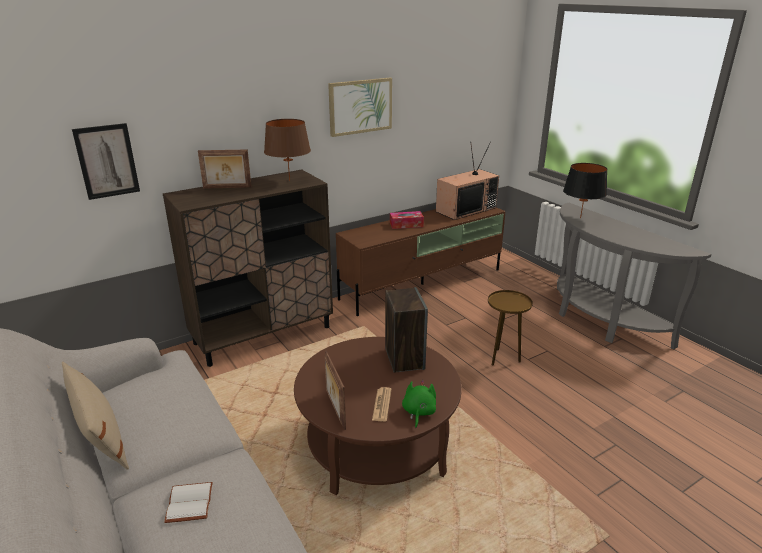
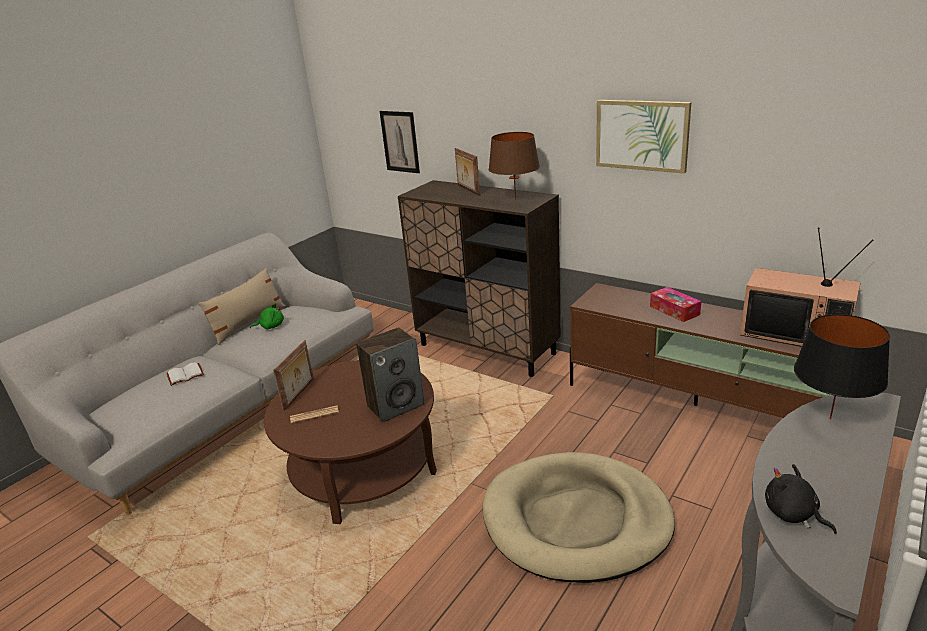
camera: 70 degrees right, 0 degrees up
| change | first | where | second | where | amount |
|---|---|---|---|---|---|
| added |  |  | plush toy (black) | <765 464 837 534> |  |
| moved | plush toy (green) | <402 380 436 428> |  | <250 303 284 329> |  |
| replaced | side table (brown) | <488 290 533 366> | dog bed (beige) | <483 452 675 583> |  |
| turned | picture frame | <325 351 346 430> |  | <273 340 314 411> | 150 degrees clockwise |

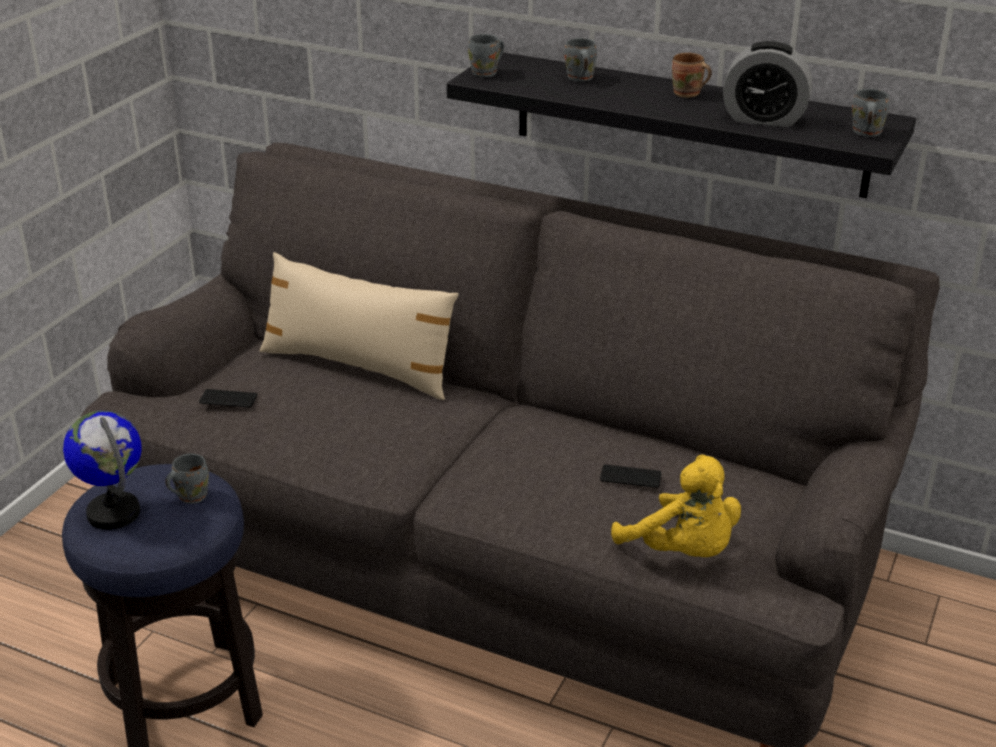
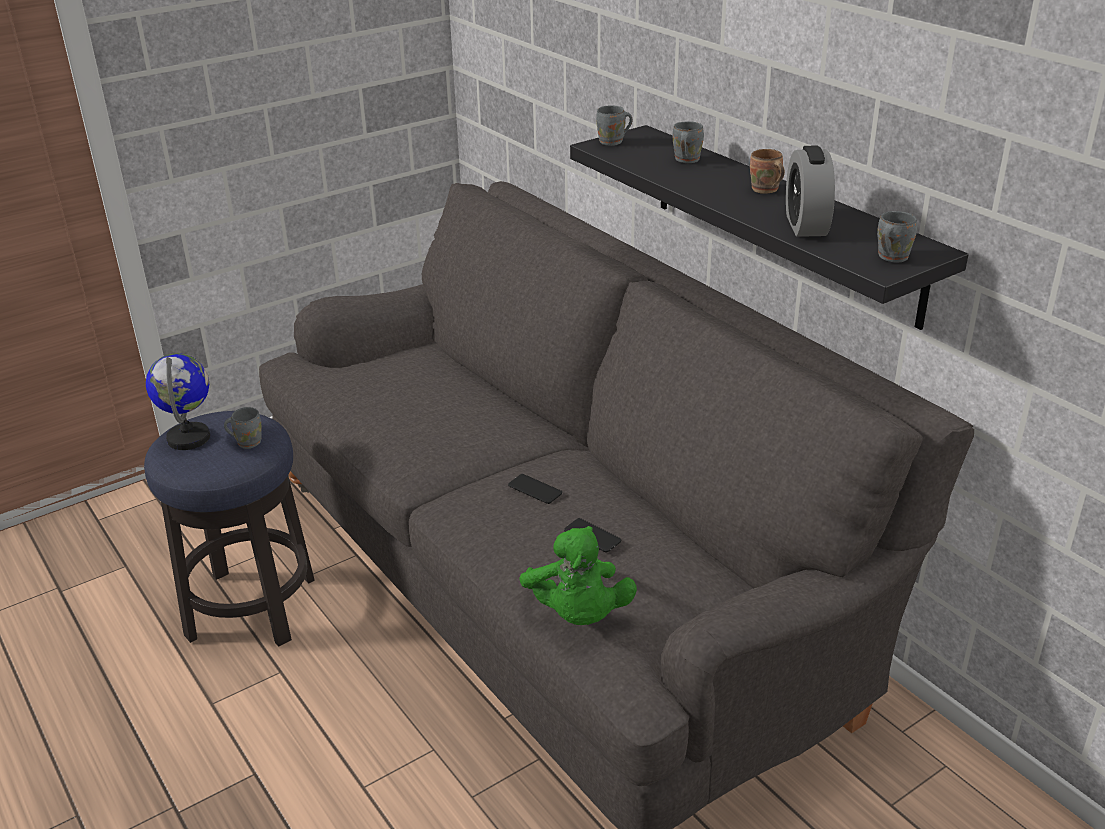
camera: 30 degrees right, 0 degrees up
| change | first | where | second | where | amount |
|---|---|---|---|---|---|
| removed | pillow (beige) | <260 252 459 400> |  |  |  |
| moved | phone | <199 389 257 408> |  | <508 474 562 504> |  |
| recoloured | plush toy (yellow) | <611 454 741 557> | plush toy (green) | <519 526 637 625> |  |
| turned | alarm clock | <723 41 812 127> |  | <786 146 835 237> | 45 degrees clockwise |

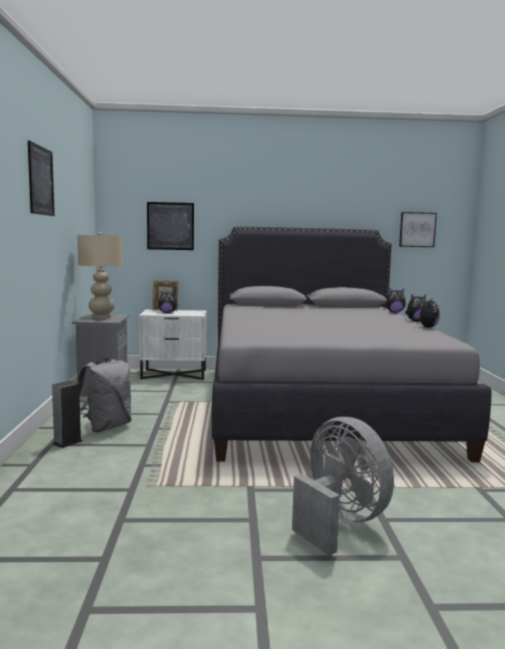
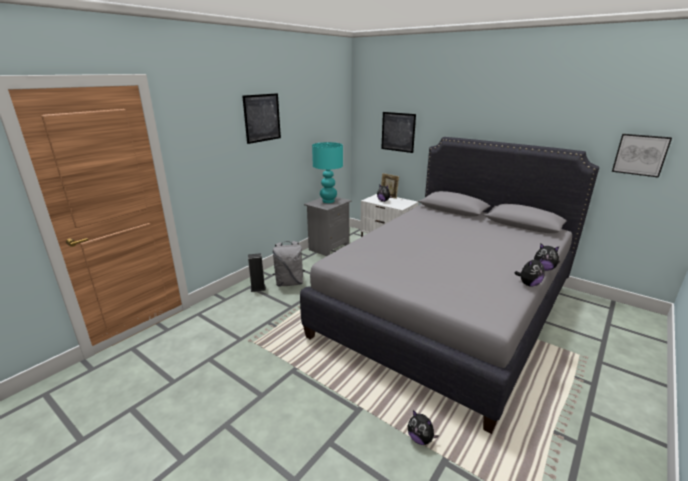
camera: 40 degrees right, 15 degrees up
| change | first | where | second | where | amount |
|---|---|---|---|---|---|
| removed | fan (grey) | <292 417 394 556> |  |  |  |
| moved | plush toy | <386 289 406 313> |  | <408 410 439 445> |  |
| recoloured | table lamp (beige) | <77 232 123 319> | table lamp (turquoise) | <312 142 343 203> |  |

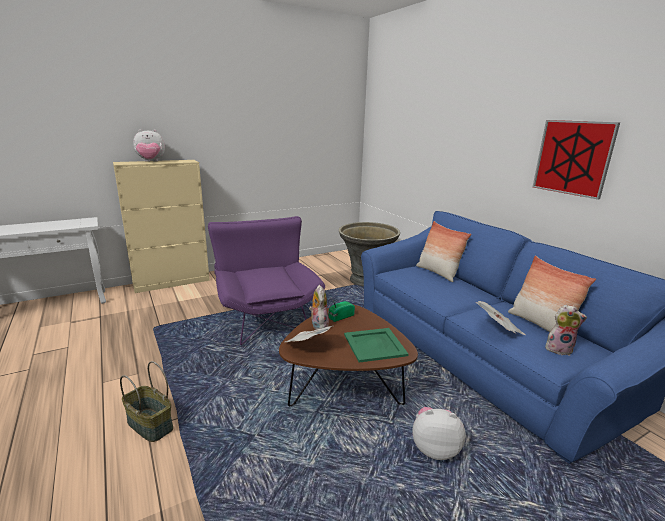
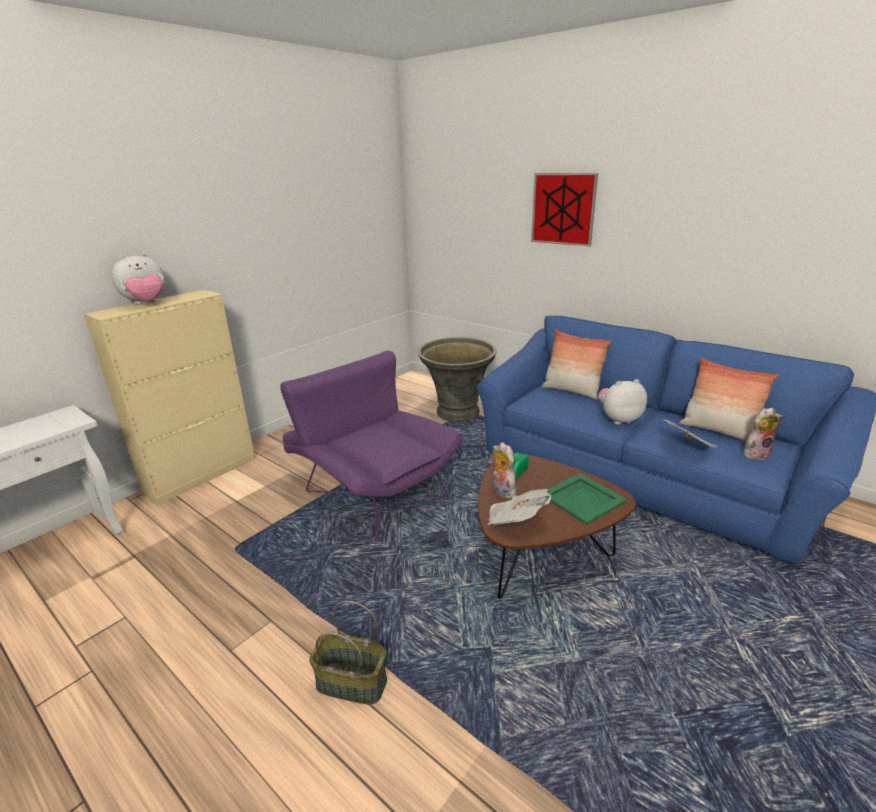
camera: 20 degrees left, 5 degrees up
| change | first | where | second | where | amount |
|---|---|---|---|---|---|
| moved | plush toy | <412 407 466 460> |  | <598 379 647 425> |  |
| moved | picture | <533 120 620 200> |  | <531 173 598 247> |  |

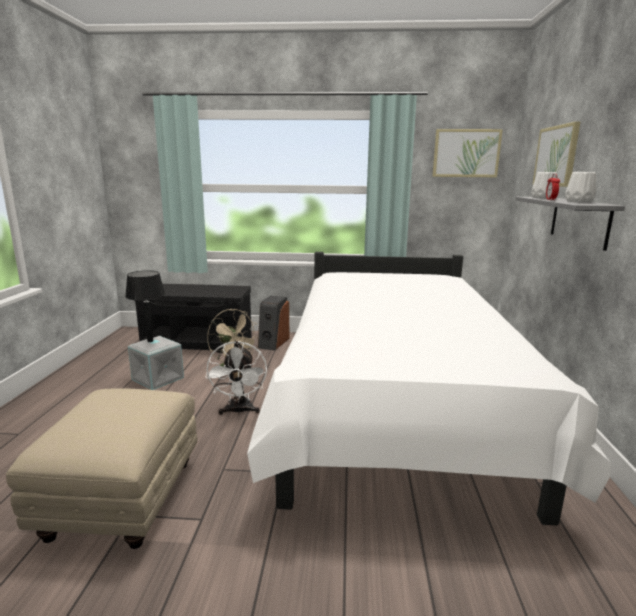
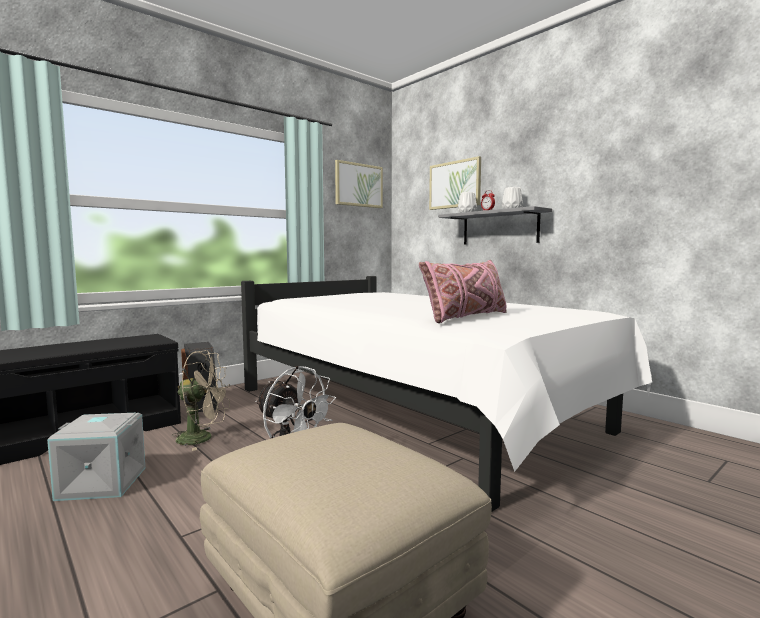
camera: 45 degrees left, 10 degrees down
| change | first | where | second | where | amount |
|---|---|---|---|---|---|
| removed | table lamp (black) | <125 271 165 342> |  |  |  |
| added |  |  | pillow (pink) | <419 260 507 323> |  |

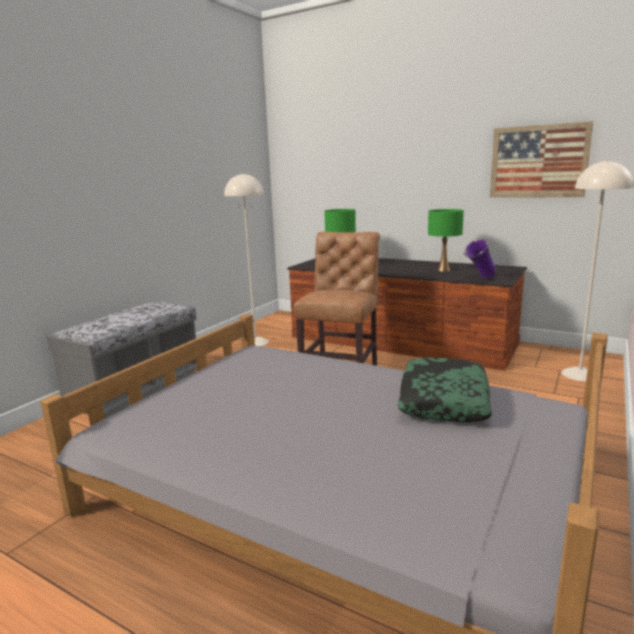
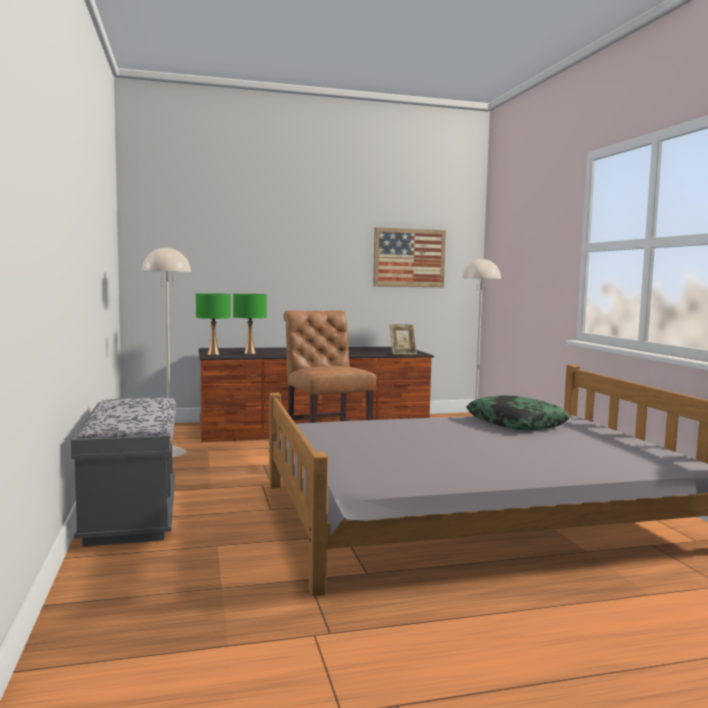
camera: 45 degrees left, 10 degrees down
| change | first | where | second | where | amount |
|---|---|---|---|---|---|
| moved | table lamp (green) | <428 209 464 272> |  | <196 293 231 355> |  |
| replaced | vase (purple) | <464 239 497 279> | picture frame | <390 324 417 355> |  |

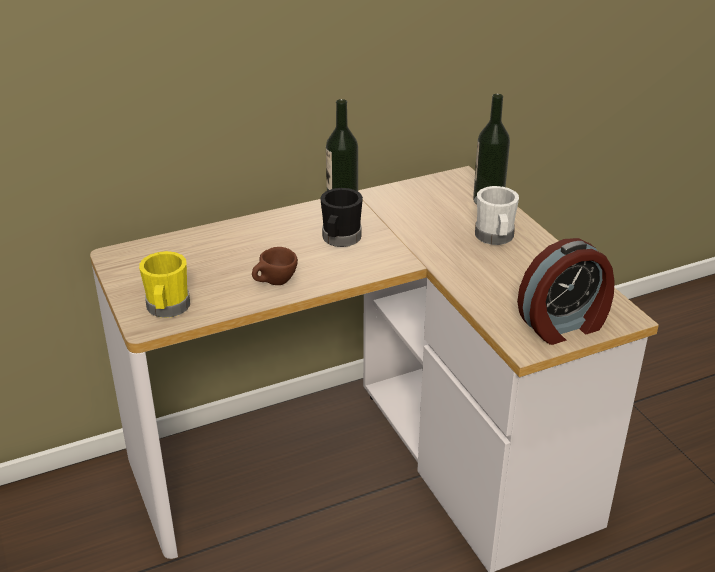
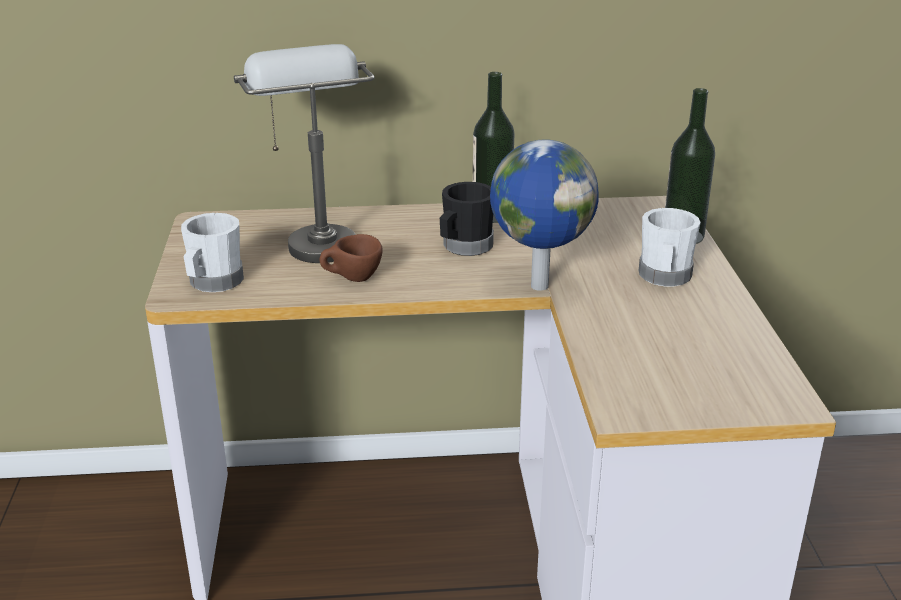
camera: 20 degrees right, 5 degrees down
| change | first | where | second | where | amount |
|---|---|---|---|---|---|
| removed | alarm clock | <517 238 615 345> |  |  |  |
| added |  |  | table lamp (grey) | <234 44 375 263> |  |
| added |  |  | globe | <490 139 599 291> |  |
| recoloured | mug (yellow) | <139 251 190 318> | mug (white) | <181 213 244 292> |  |

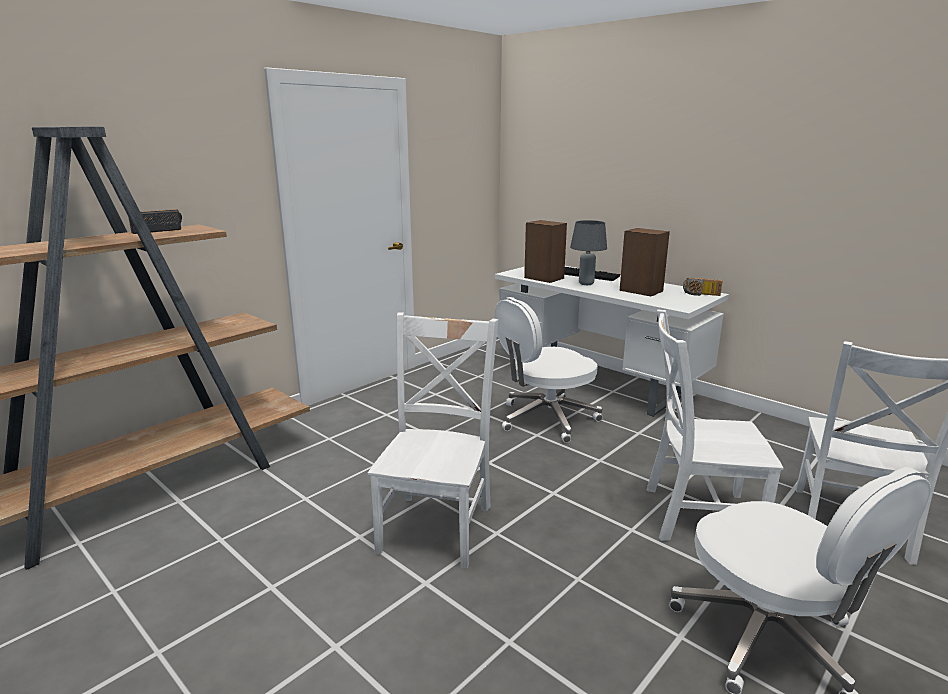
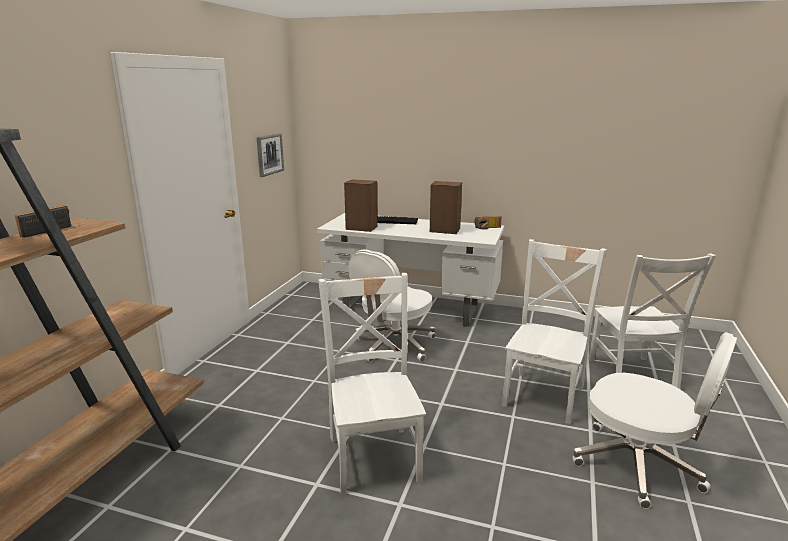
camera: 25 degrees left, 0 degrees up
| change | first | where | second | where | amount |
|---|---|---|---|---|---|
| removed | table lamp (grey) | <570 220 607 285> |  |  |  |
| added |  |  | picture | <257 133 284 177> |  |
| turned | chair (white) | <646 309 783 541> |  | <502 239 607 424> | 135 degrees clockwise |

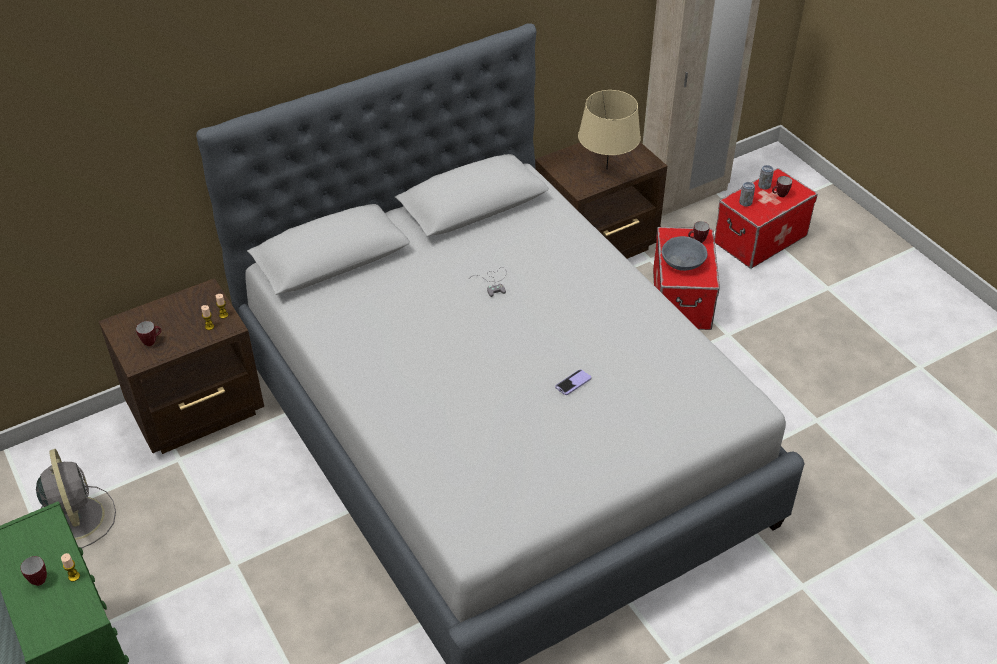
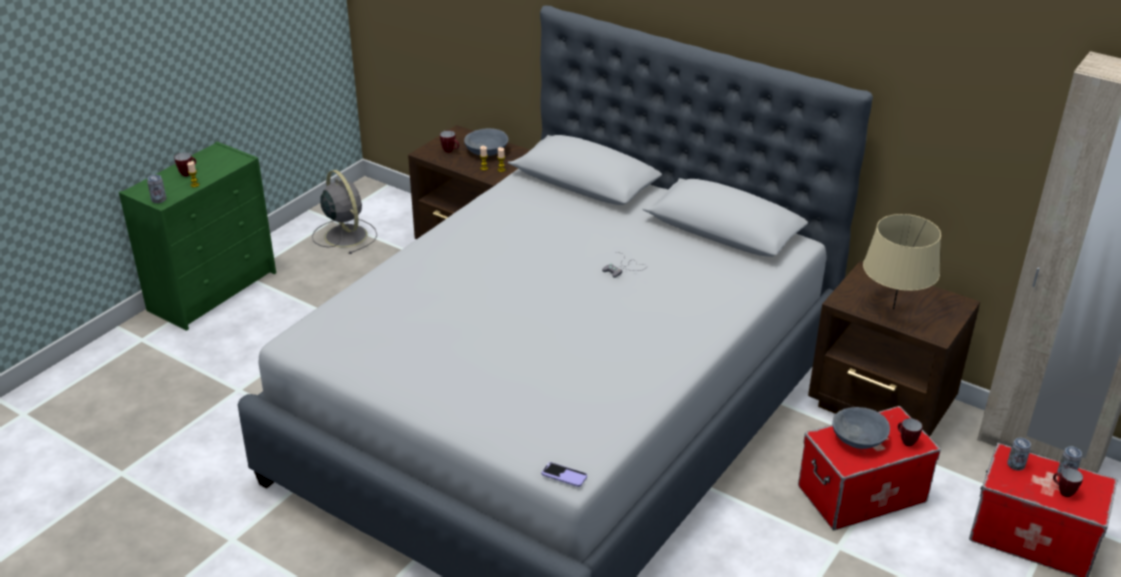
camera: 65 degrees right, 10 degrees down
| change | first | where | second | where | amount |
|---|---|---|---|---|---|
| added |  |  | can | <147 175 166 203> |  |
| added |  |  | bowl (grey) | <464 128 508 156> |  |
| moved | phone | <555 370 591 395> |  | <541 462 587 487> |  |
| turned | fan (grey) | <36 449 116 549> |  | <312 170 377 254> | 75 degrees counterclockwise |

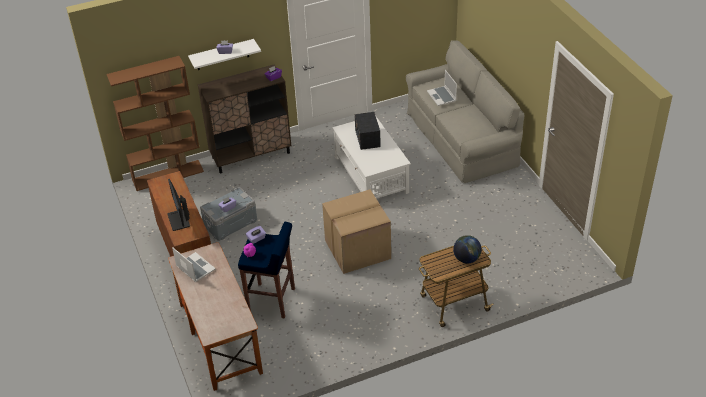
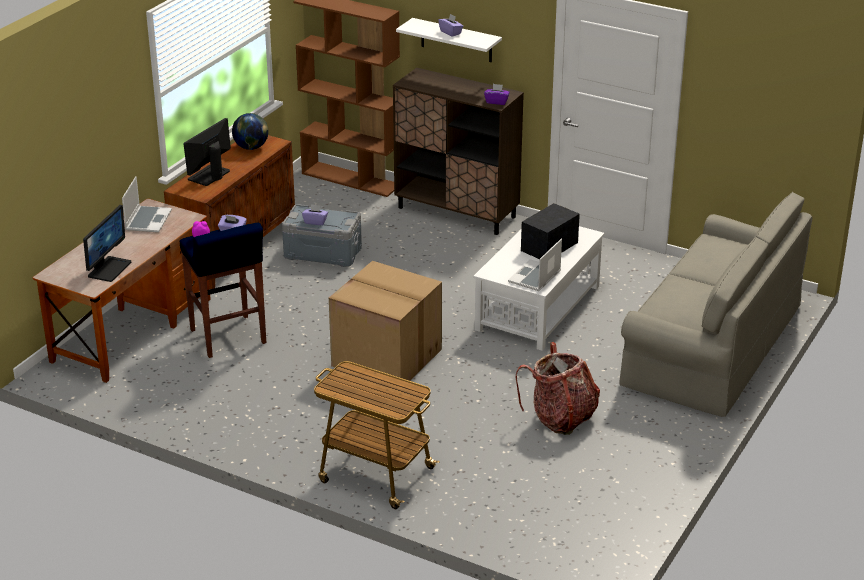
camera: 50 degrees right, 10 degrees down
| change | first | where | second | where | amount |
|---|---|---|---|---|---|
| added |  |  | monitor | <83 205 131 282> |  |
| added |  |  | backpack | <516 342 600 435> |  |
| moved | laptop | <427 70 457 106> |  | <508 239 562 291> |  |
| moved | globe | <453 235 482 263> |  | <232 113 269 150> |  |

